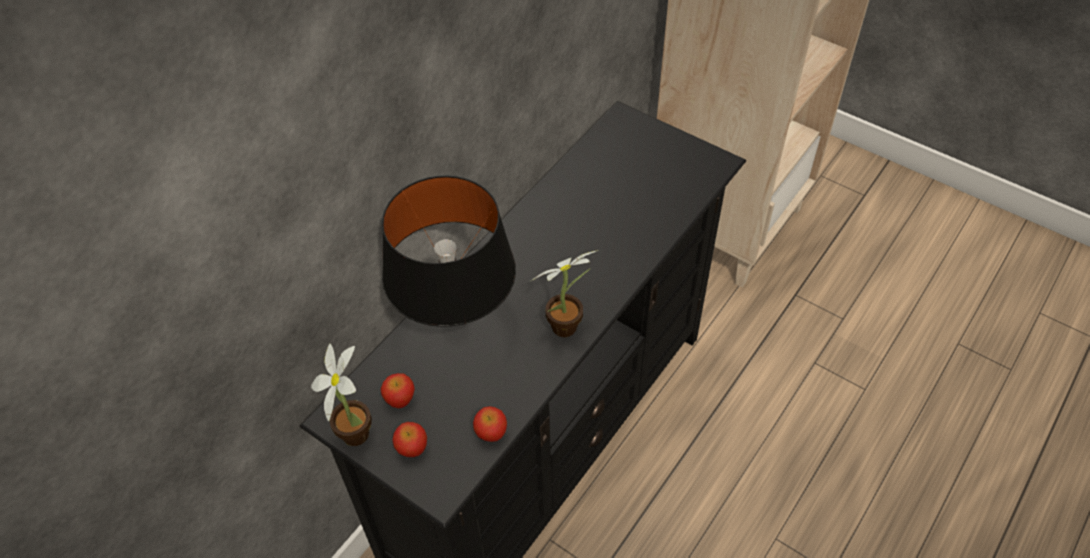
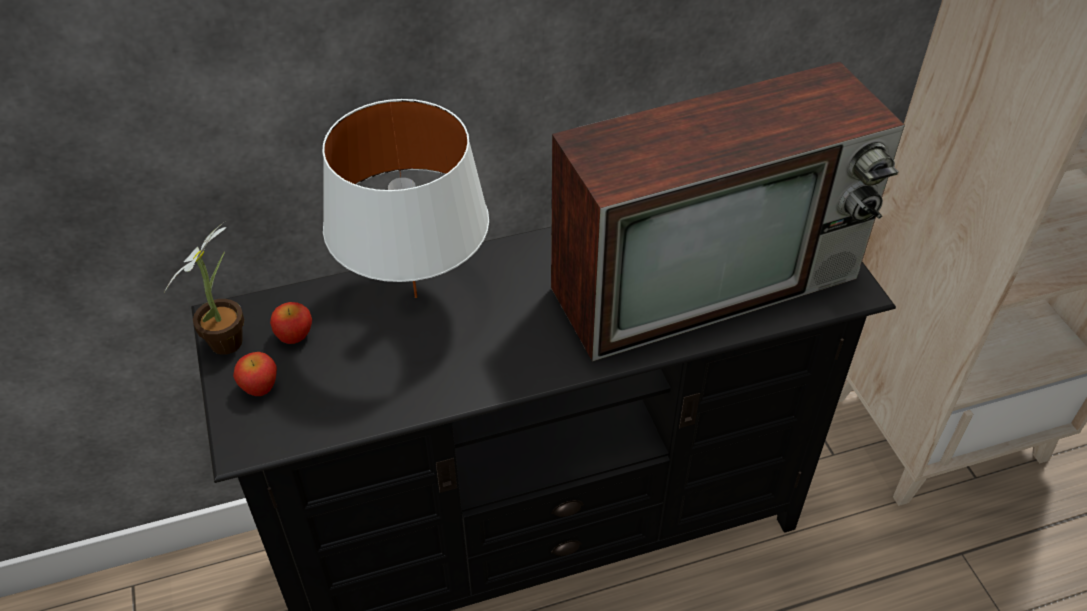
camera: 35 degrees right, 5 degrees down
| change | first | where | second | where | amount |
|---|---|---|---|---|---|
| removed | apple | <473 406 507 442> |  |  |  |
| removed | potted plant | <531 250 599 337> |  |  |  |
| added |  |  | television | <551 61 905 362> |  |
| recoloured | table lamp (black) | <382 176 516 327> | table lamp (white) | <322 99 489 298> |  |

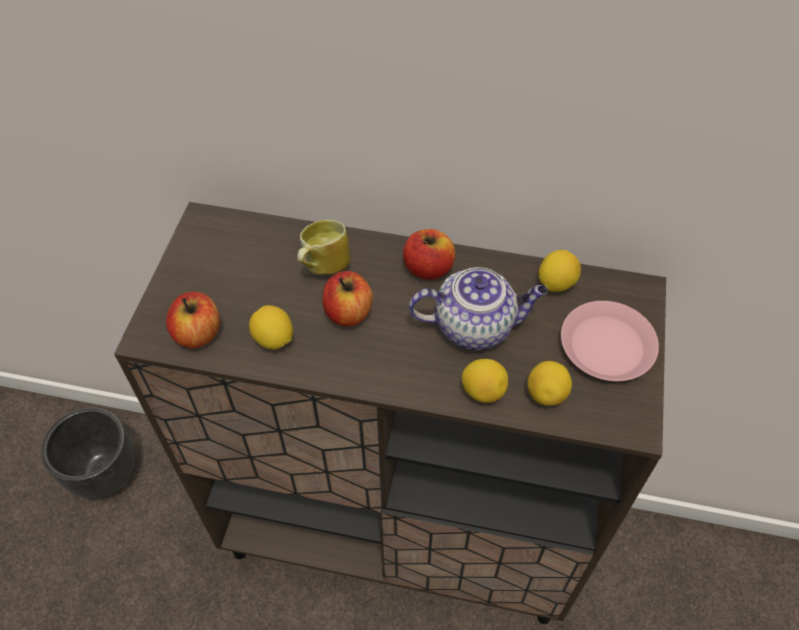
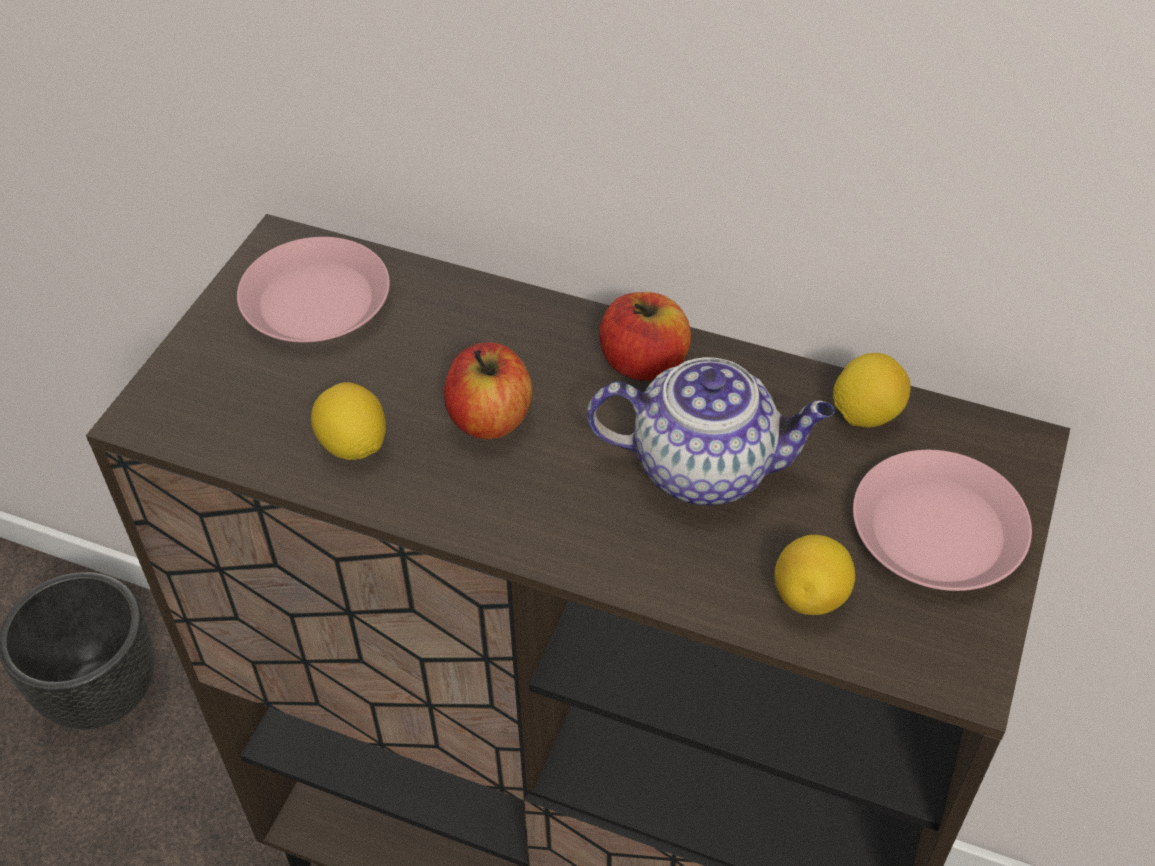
camera: 10 degrees right, 5 degrees down
| change | first | where | second | where | amount |
|---|---|---|---|---|---|
| removed | apple | <166 292 220 348> |  |  |  |
| removed | mug | <297 220 350 275> |  |  |  |
| removed | lemon | <461 359 508 403> |  |  |  |
| added |  |  | plate (pink) | <237 237 390 342> |  |

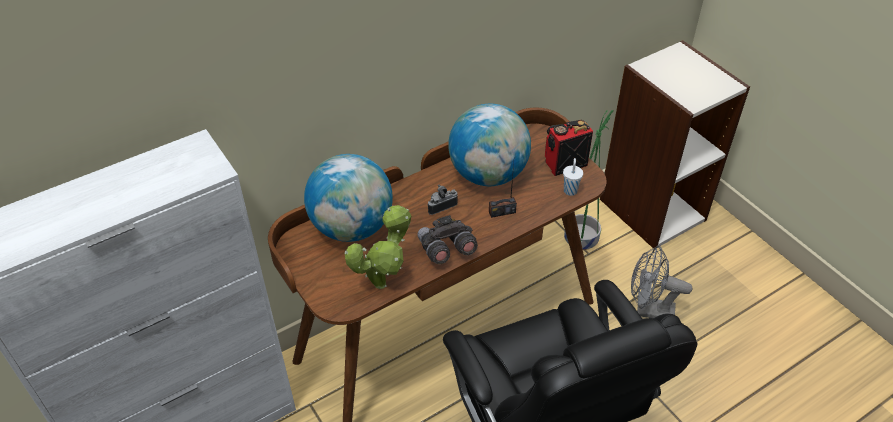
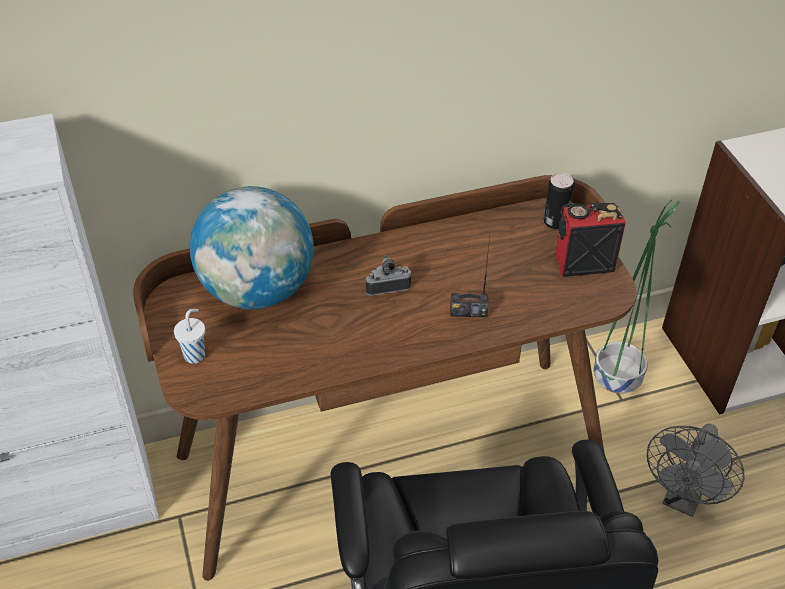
camera: 15 degrees right, 0 degrees up
| change | first | where | second | where | amount |
|---|---|---|---|---|---|
| removed | potted plant | <345 205 411 289> |  |  |  |
| removed | binoculars (grey) | <417 215 478 264> |  |  |  |
| removed | globe | <448 104 531 186> |  |  |  |
| added |  |  | can | <543 173 574 229> |  |
| moved | cup (white) | <563 158 583 196> |  | <174 309 205 364> |  |
| turned | fan (grey) | <631 246 693 319> |  | <647 424 745 517> | 90 degrees counterclockwise |

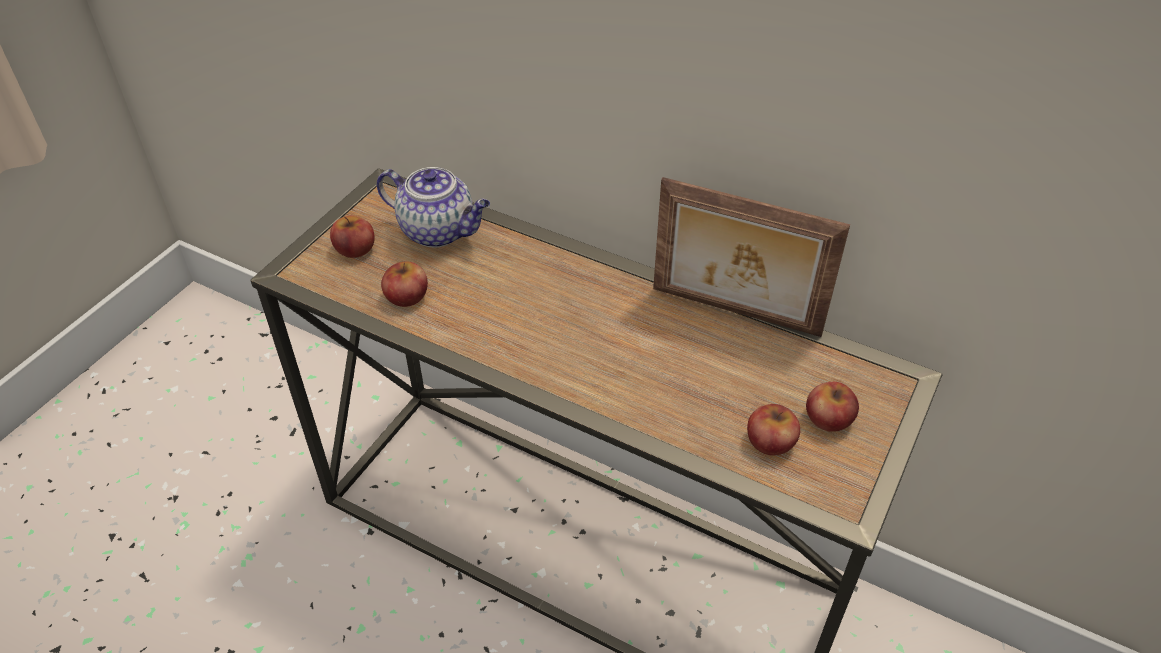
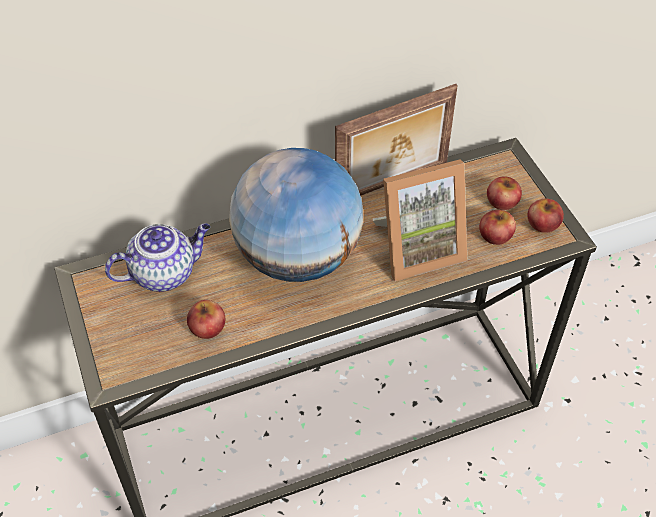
camera: 50 degrees left, 5 degrees up
| change | first | where | second | where | amount |
|---|---|---|---|---|---|
| added |  |  | globe | <229 148 363 282> |  |
| added |  |  | picture frame | <373 159 467 281> |  |
| moved | apple | <330 216 375 258> |  | <527 199 564 233> |  |

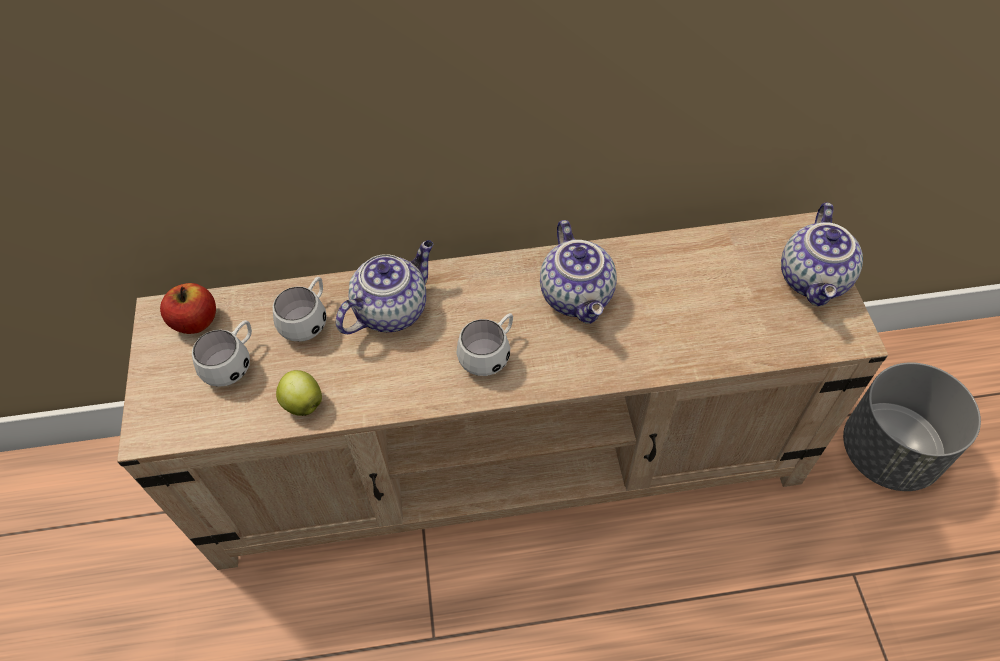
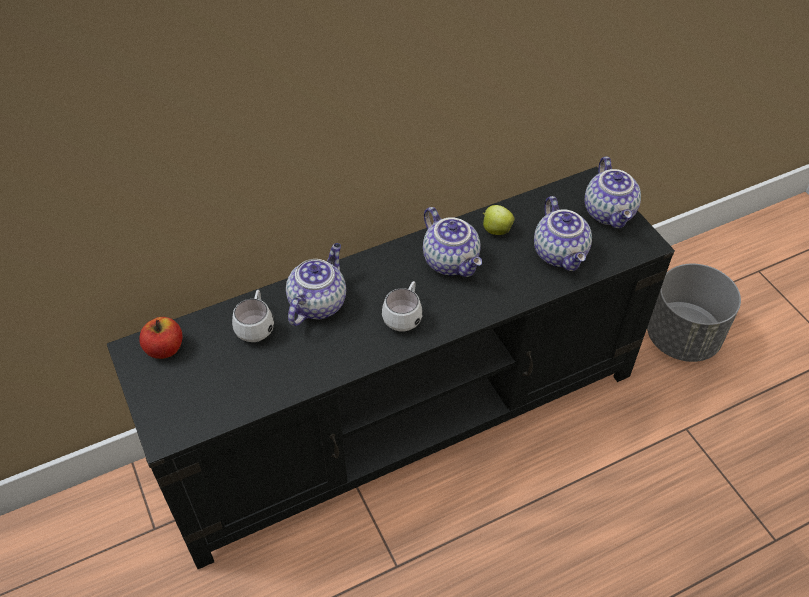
camera: 20 degrees left, 5 degrees down
| change | first | where | second | where | amount |
|---|---|---|---|---|---|
| removed | mug (white) | <192 320 252 387> |  |  |  |
| added |  |  | teapot | <534 196 592 271> |  |
| moved | apple | <276 370 322 416> |  | <482 205 514 235> |  |
| recoloured | tv stand (beige) | <117 212 888 570> | tv stand (black) | <107 166 675 569> |  |

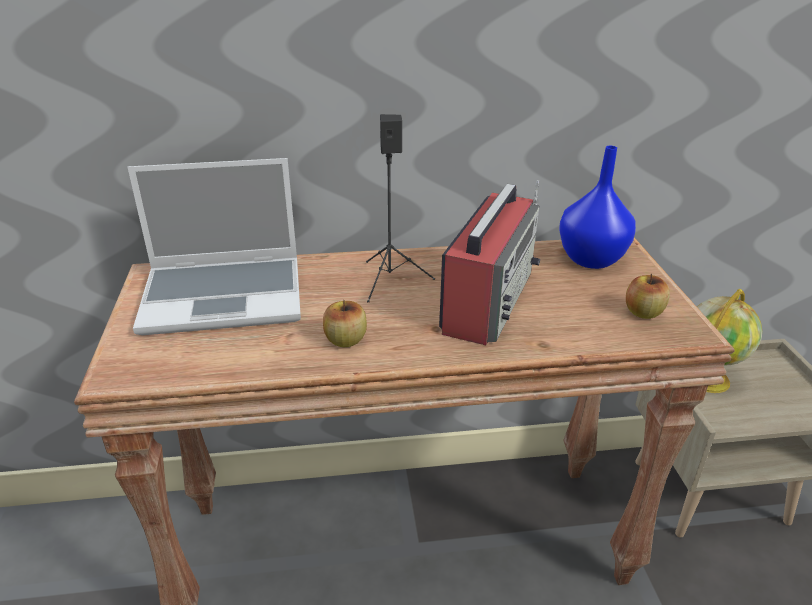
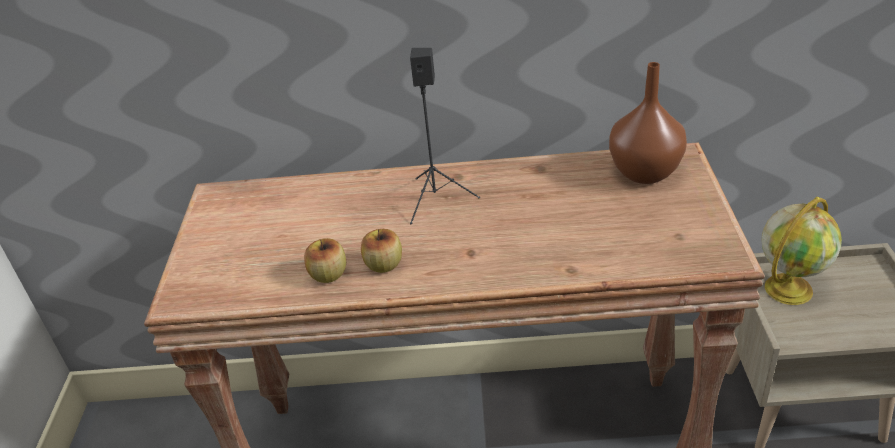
camera: 10 degrees right, 5 degrees up
| change | first | where | second | where | amount |
|---|---|---|---|---|---|
| removed | laptop | <128 158 301 335> |  |  |  |
| removed | radio | <439 180 540 345> |  |  |  |
| moved | apple | <626 274 670 319> |  | <304 238 346 283> |  |
| recoloured | vase (blue) | <559 146 636 269> | vase (brown) | <609 62 687 184> |  |

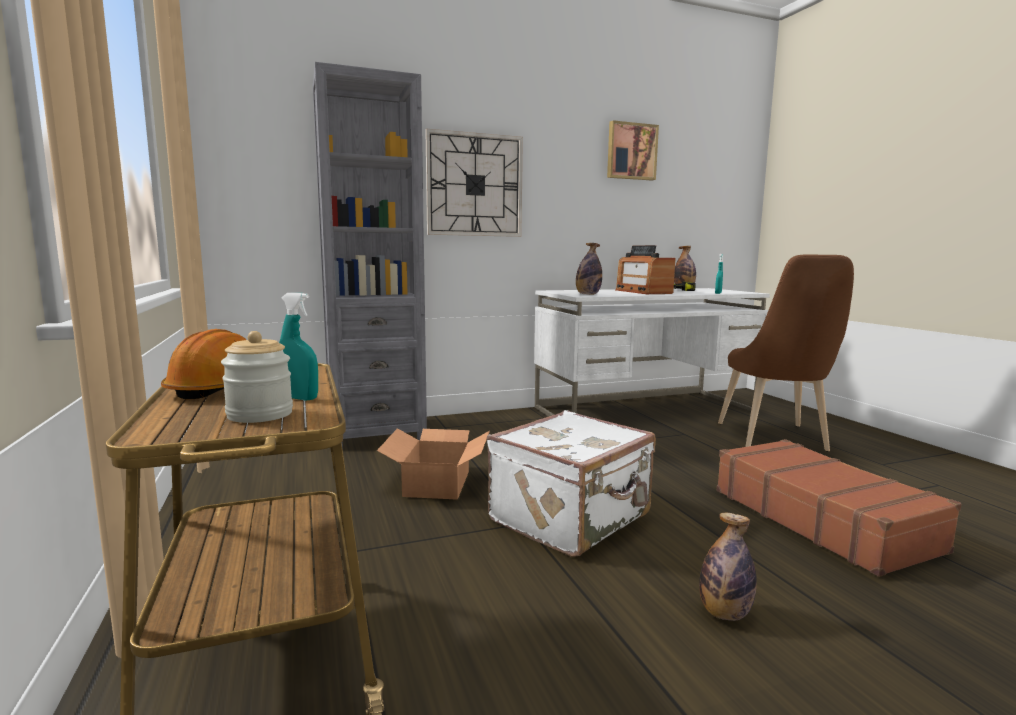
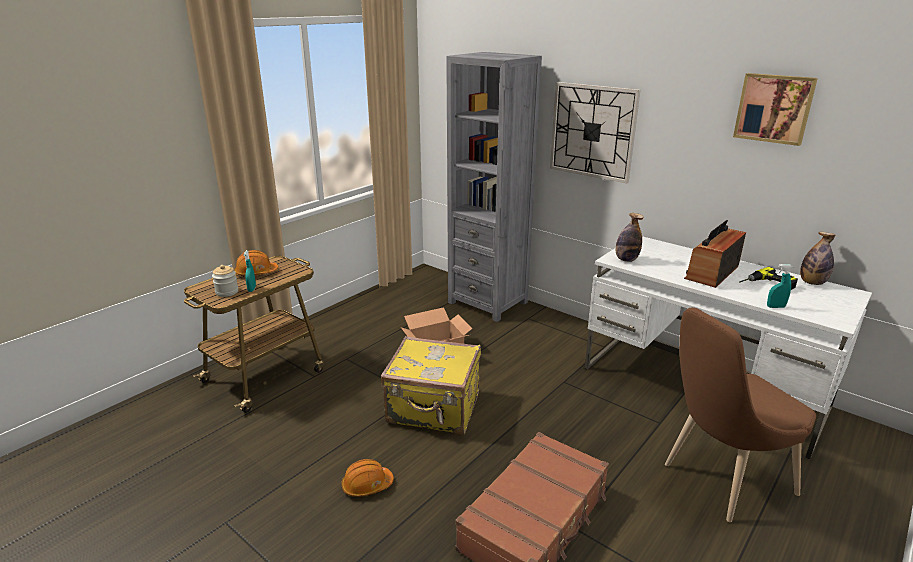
camera: 60 degrees right, 15 degrees up
| change | first | where | second | where | amount |
|---|---|---|---|---|---|
| replaced | bottle | <699 513 757 621> | hard hat (orange) | <341 459 394 497> |  |
| recoloured | suitcase (white) | <487 410 656 557> | suitcase (yellow) | <381 336 481 434> |  |

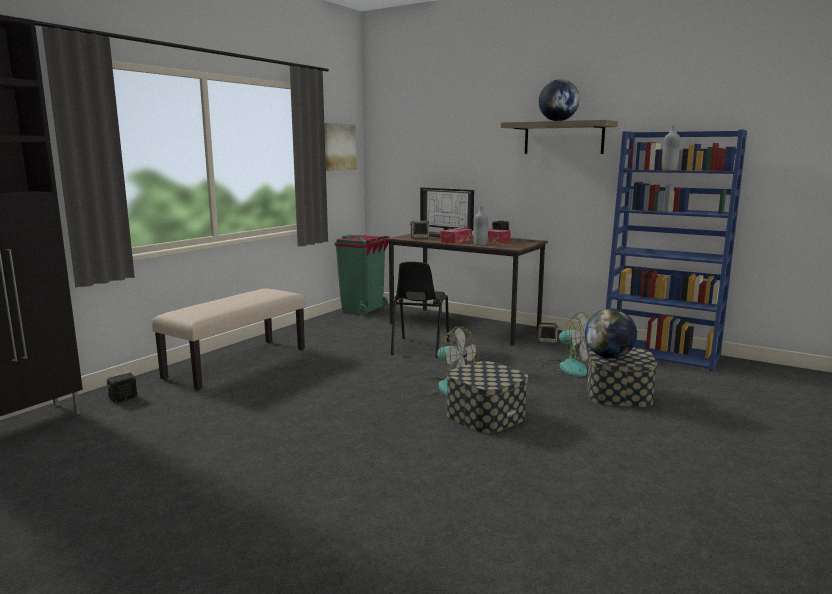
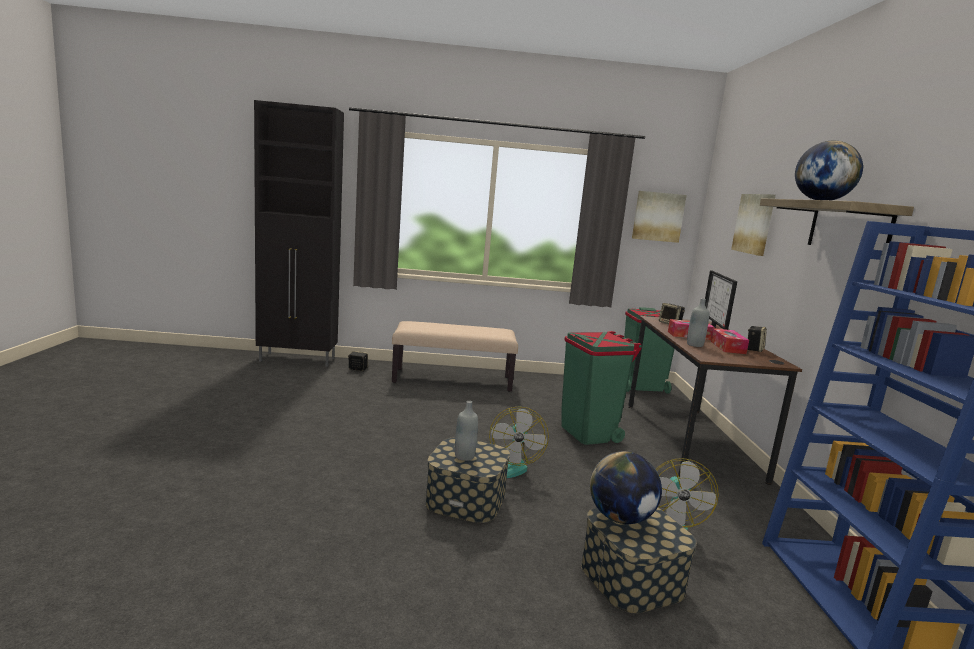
camera: 55 degrees right, 0 degrees up
| change | first | where | second | where | amount |
|---|---|---|---|---|---|
| removed | speaker | <538 323 559 343> |  |  |  |
| added |  |  | picture | <731 194 776 256> |  |
| moved | bottle (grey) | <661 125 680 170> |  | <455 401 478 461> |  |
| replaced | chair (black) | <391 262 449 358> | trash can (green) | <561 331 642 445> |  |

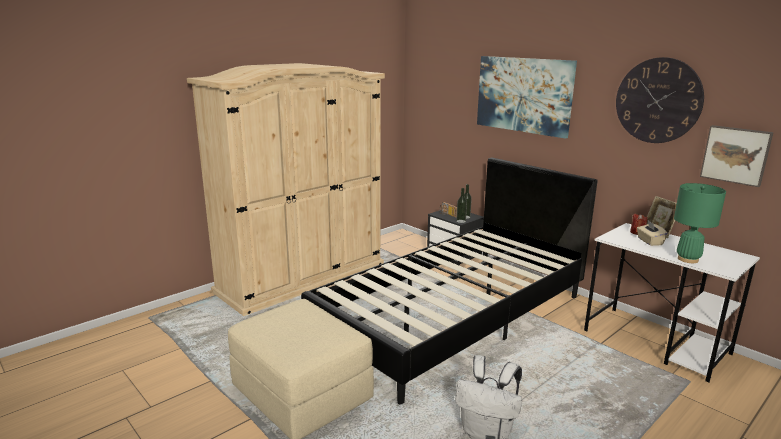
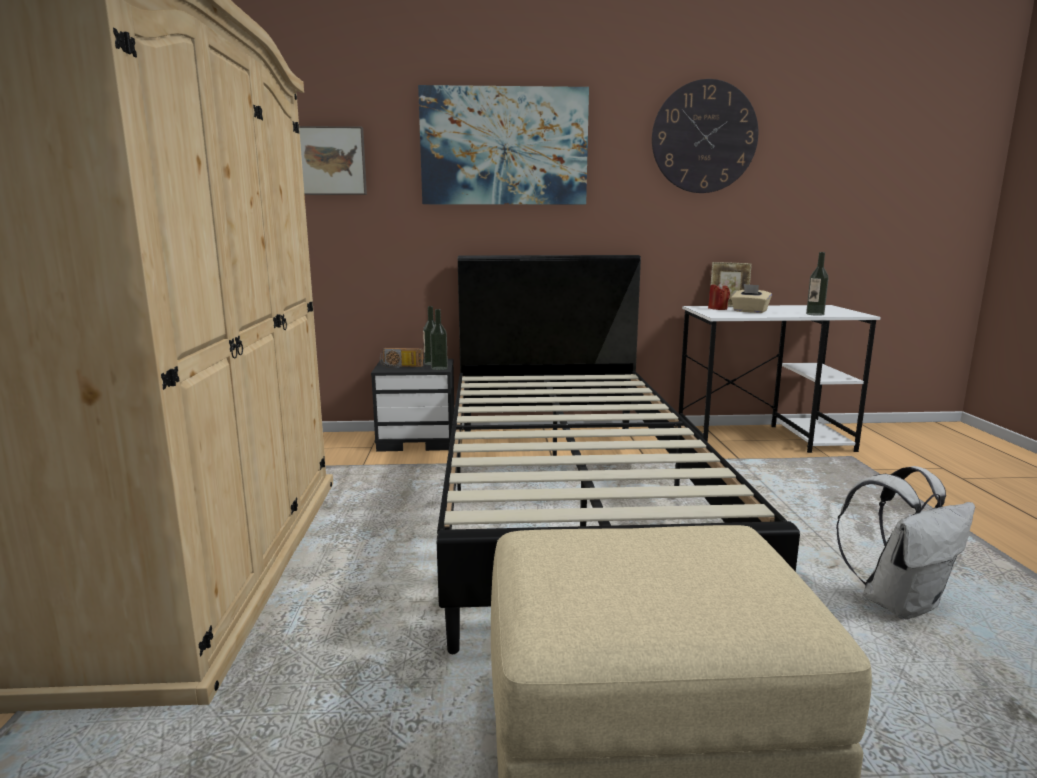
camera: 50 degrees left, 5 degrees down
| change | first | where | second | where | amount |
|---|---|---|---|---|---|
| moved | picture | <700 125 774 187> |  | <299 126 367 195> |  |
| replaced | table lamp (green) | <674 183 726 263> | bottle | <806 252 829 316> |  |

